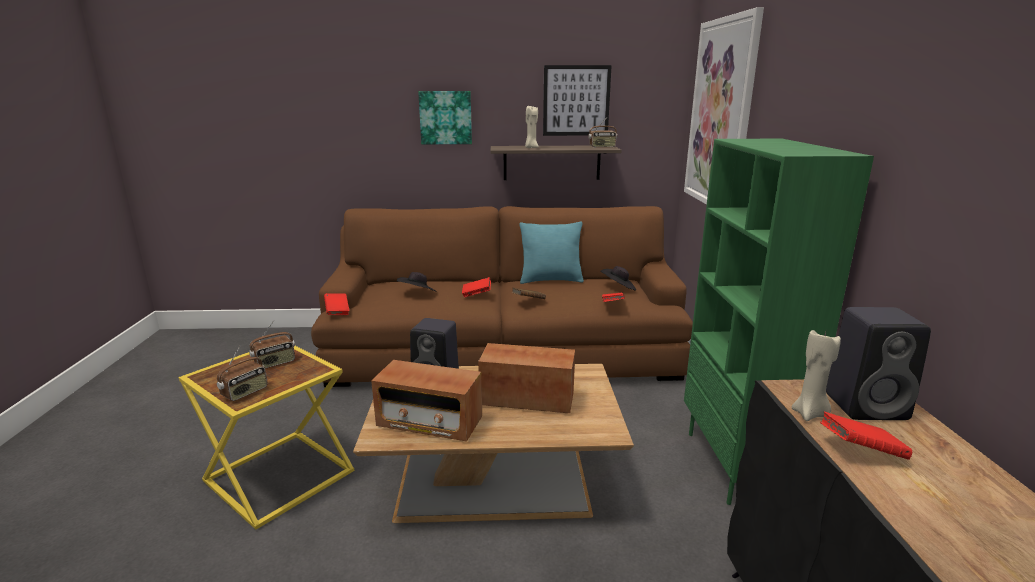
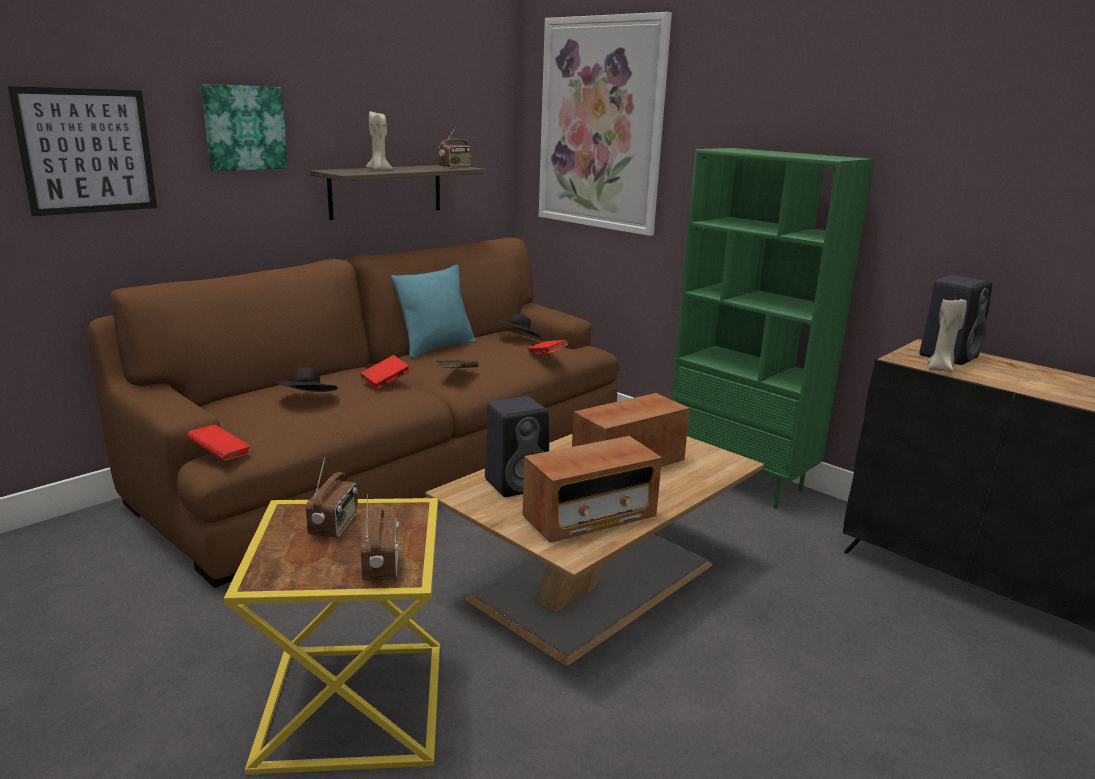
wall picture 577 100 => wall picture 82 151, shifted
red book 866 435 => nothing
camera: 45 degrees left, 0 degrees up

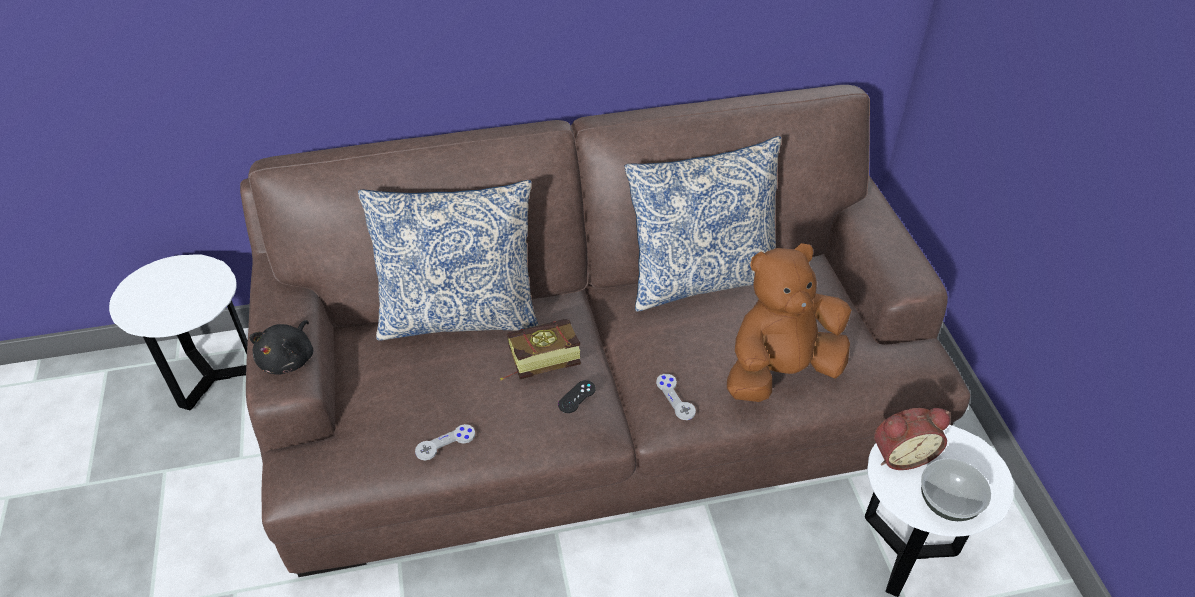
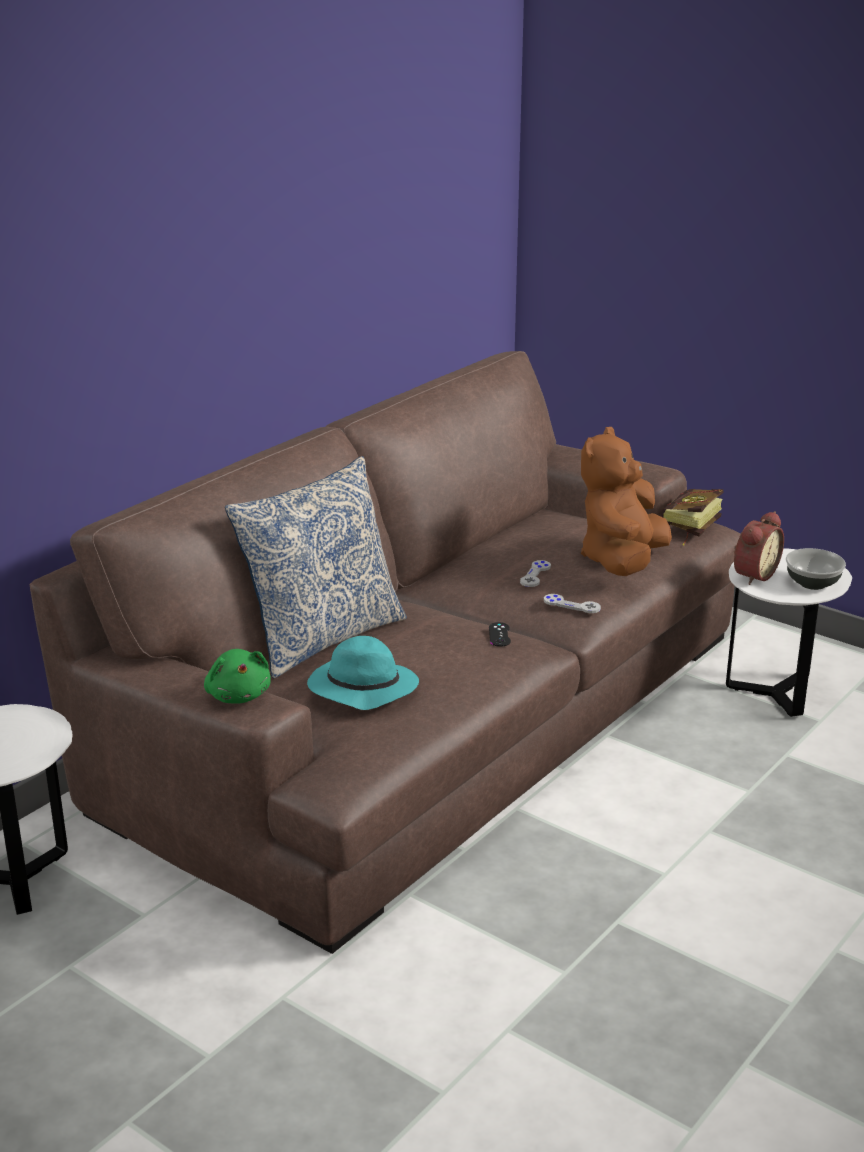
black plush toy 281 347 => green plush toy 237 676
nothing => blue-green clothing hat 363 673
greyish gamepad 445 442 => greyish gamepad 535 573, shifted
book 540 349 => book 692 517, shifted
throw pillow 703 224 => nothing
camera: 40 degrees left, 20 degrees down

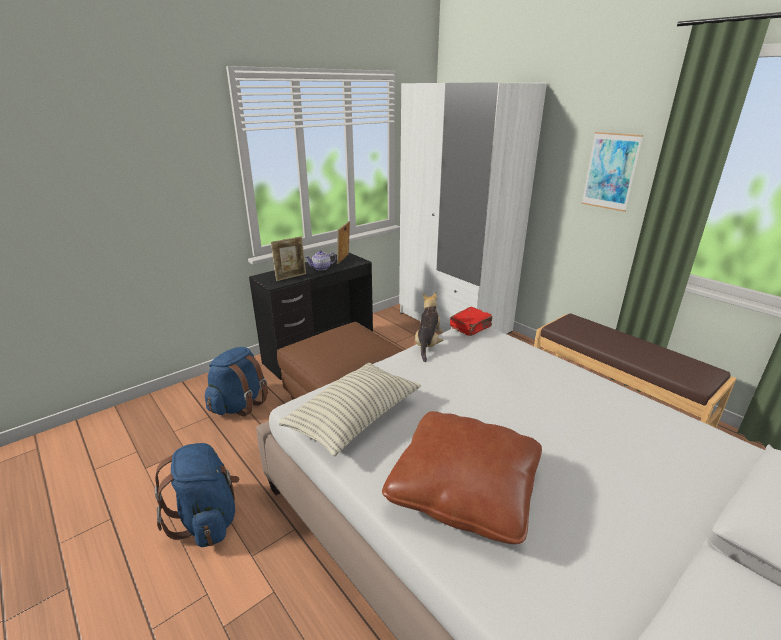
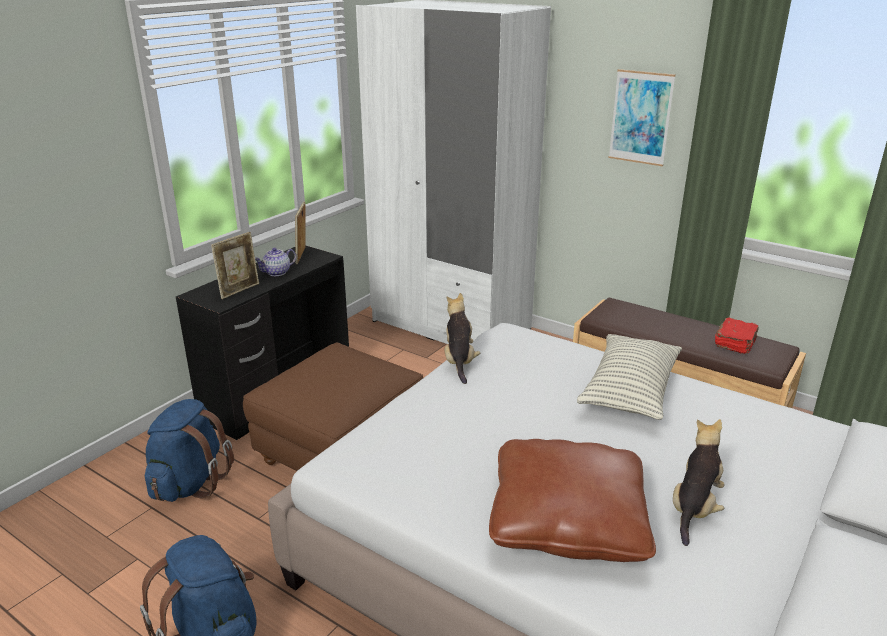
throw pillow 350 409 => throw pillow 629 377, shifted
nothing => plush toy 699 482
red book 471 321 => red book 737 336, shifted
camera: 15 degrees left, 0 degrees up

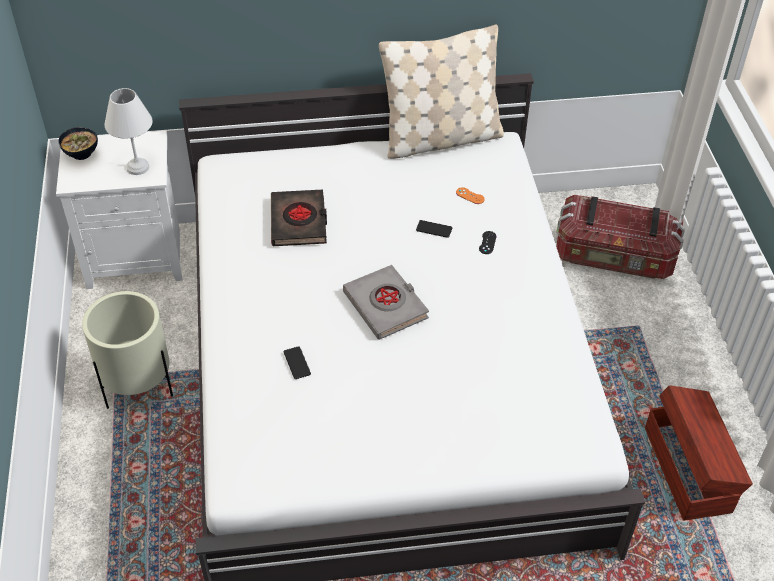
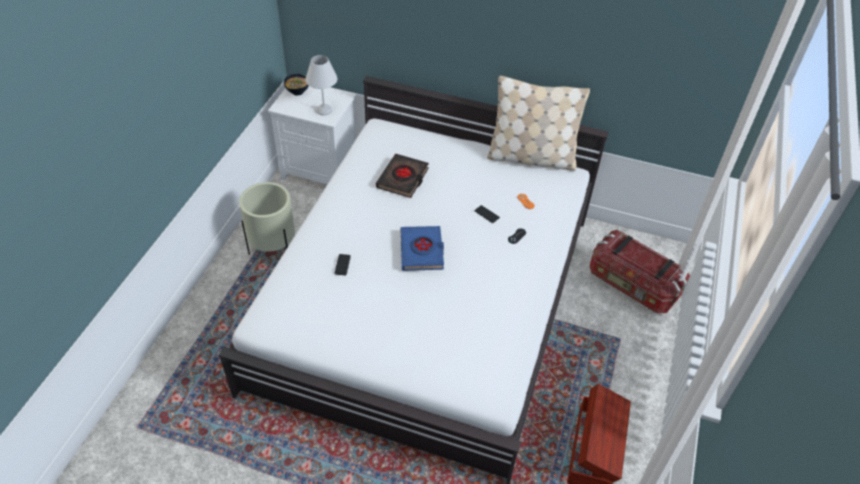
greyish book 386 302 => bluish book 422 248
camera: 25 degrees right, 0 degrees up

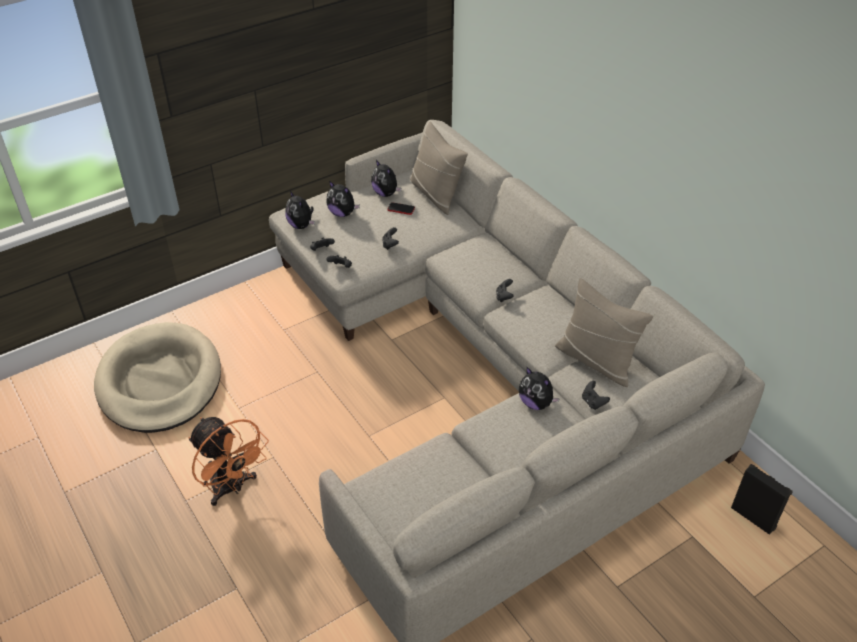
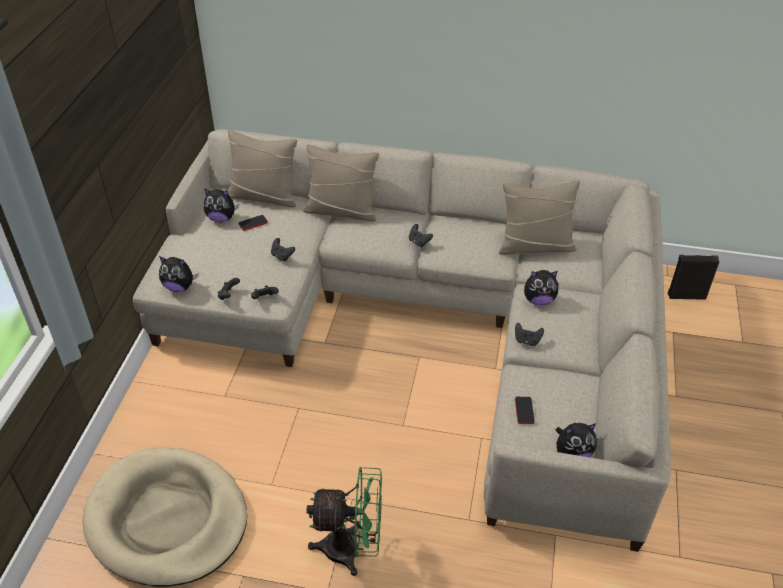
nothing => beige throw pillow 341 183
orangey electric fan 229 461 => green electric fan 344 521
black gamepad 596 395 => black gamepad 529 334, shifted
nothing => handset 525 410
plush toy 343 199 => plush toy 576 440, shifted
camera: 45 degrees left, 0 degrees up

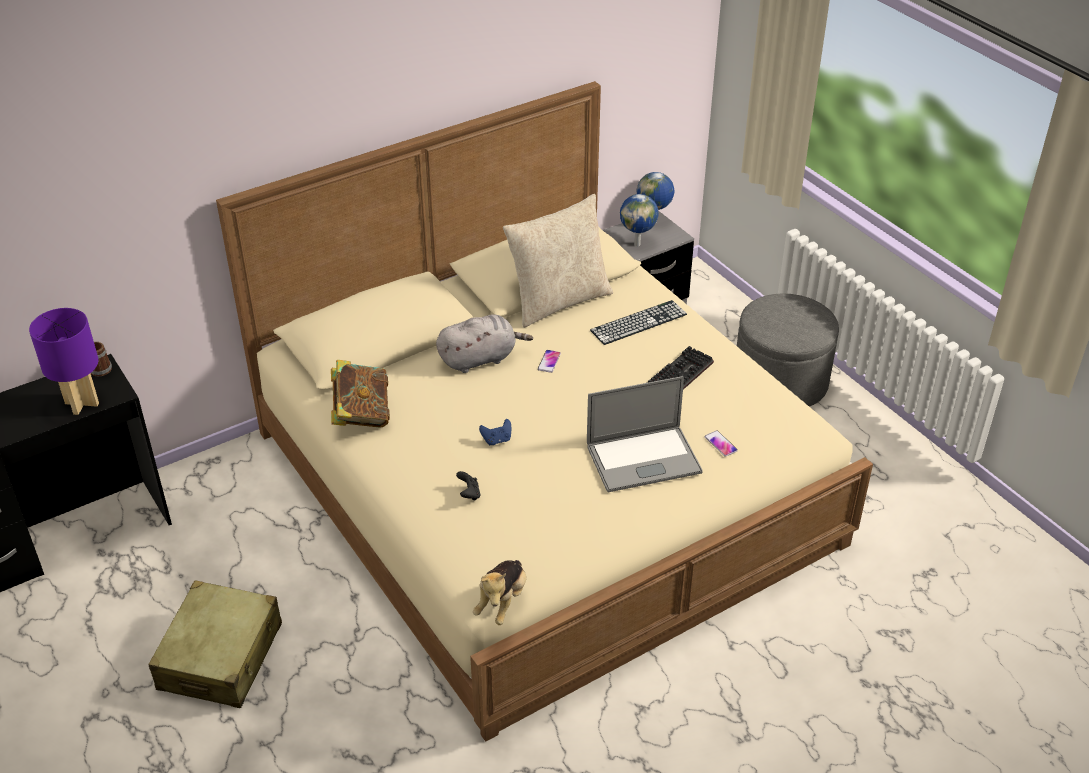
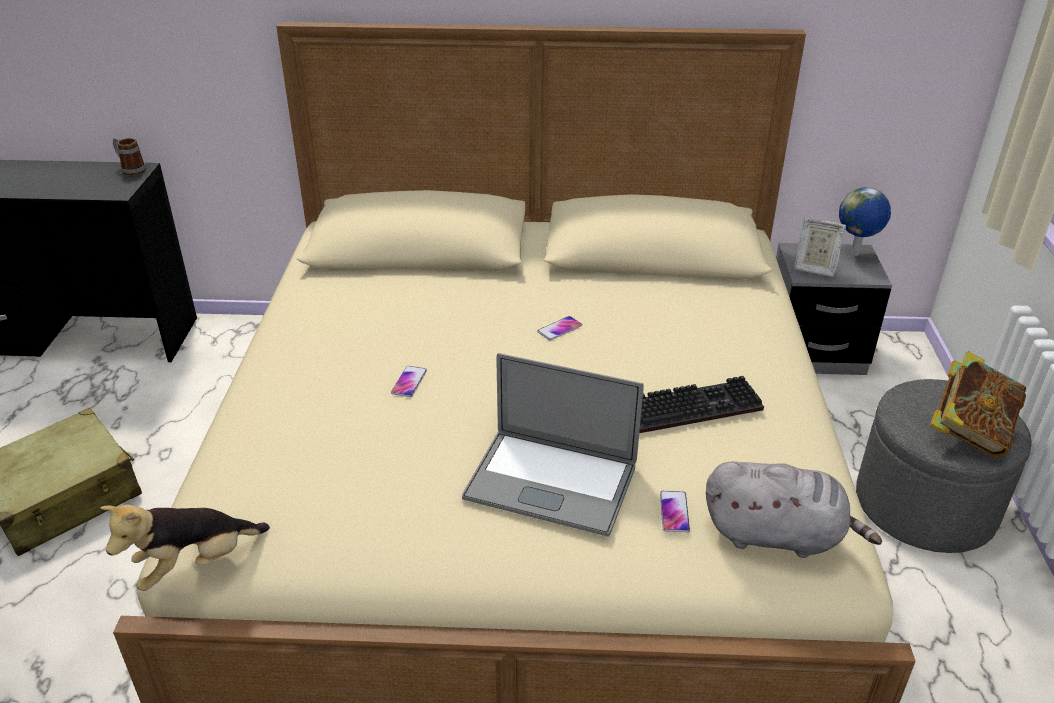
bluish gamepad 495 432 => handset 409 381
greyish plush toy 484 343 => greyish plush toy 794 509, shifted
world globe 639 220 => photo frame 820 247
book 360 394 => book 978 404, shifted
purplish table lamp 64 361 => nothing
black gamepad 468 486 => nothing
beige throw pillow 558 261 => nothing
PC keyboard 638 322 => nothing
camera: 35 degrees right, 5 degrees down

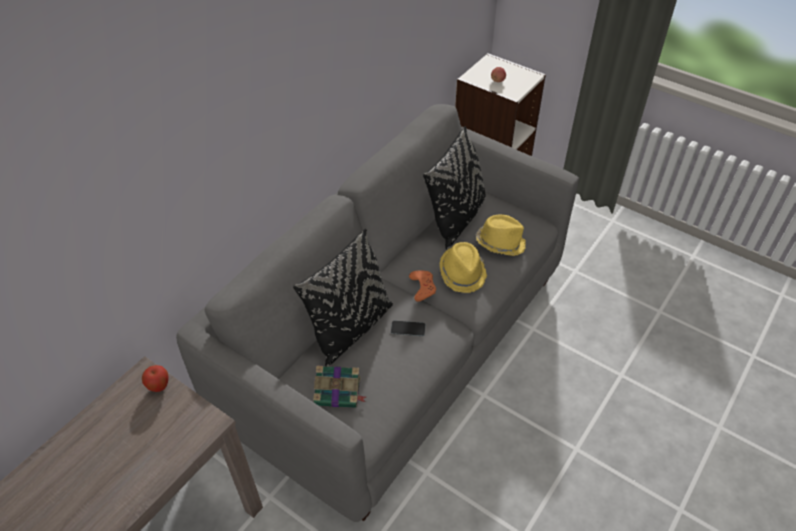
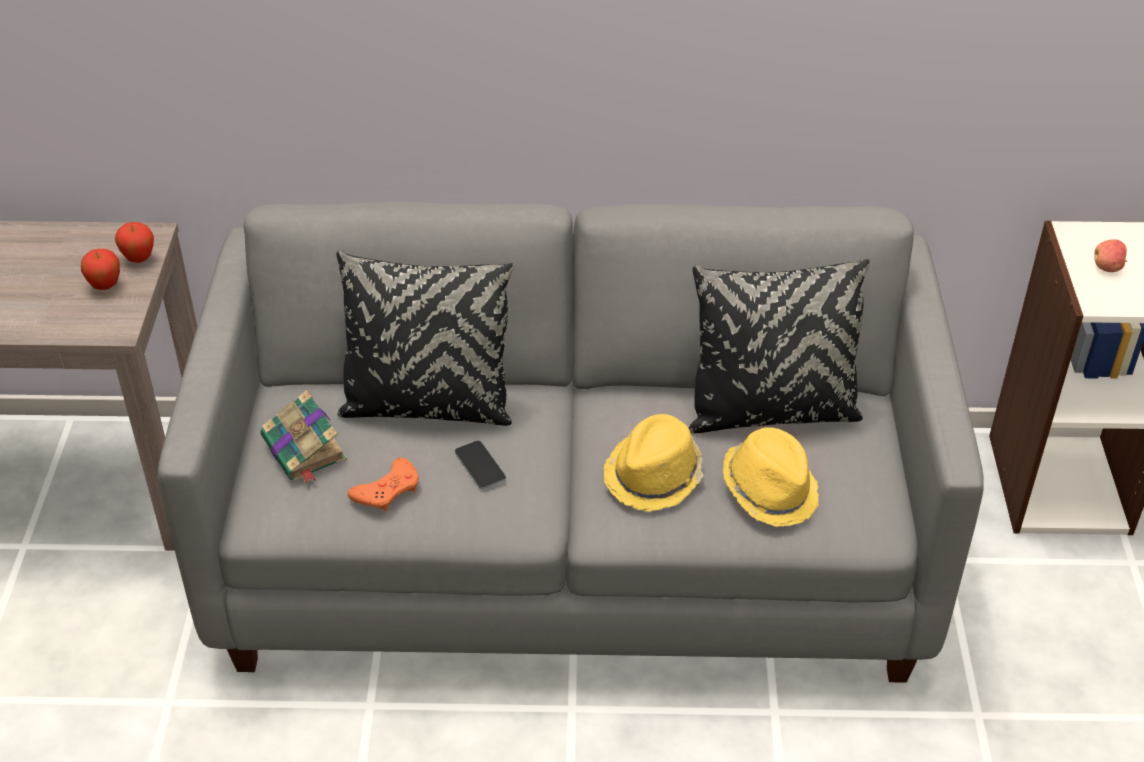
nothing => apple 100 269
orangey gamepad 422 286 => orangey gamepad 383 485, shifted
camera: 55 degrees right, 5 degrees down

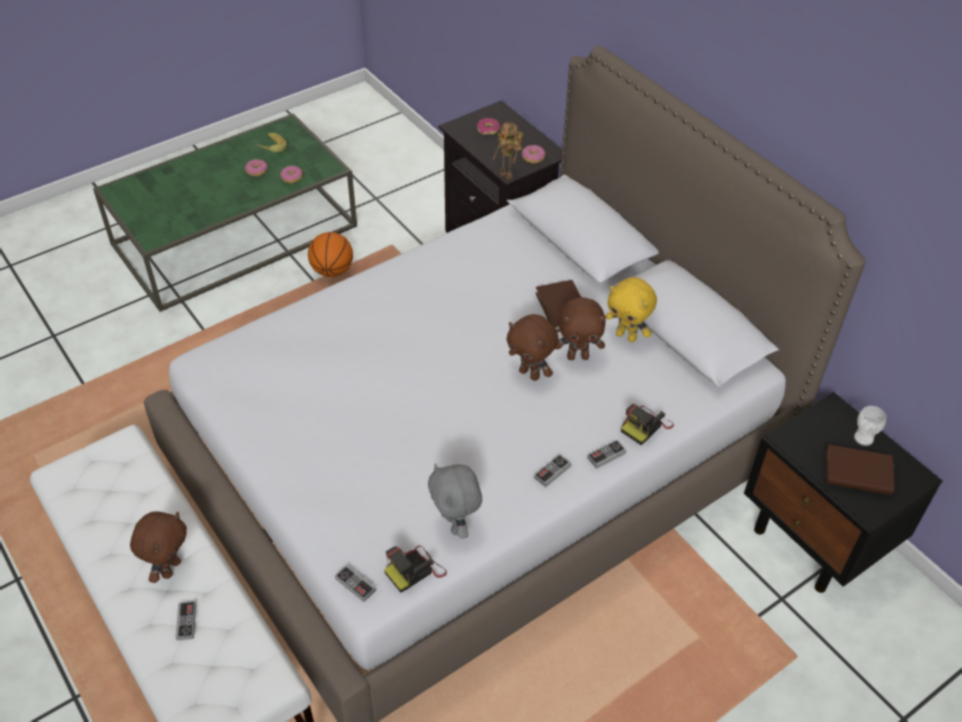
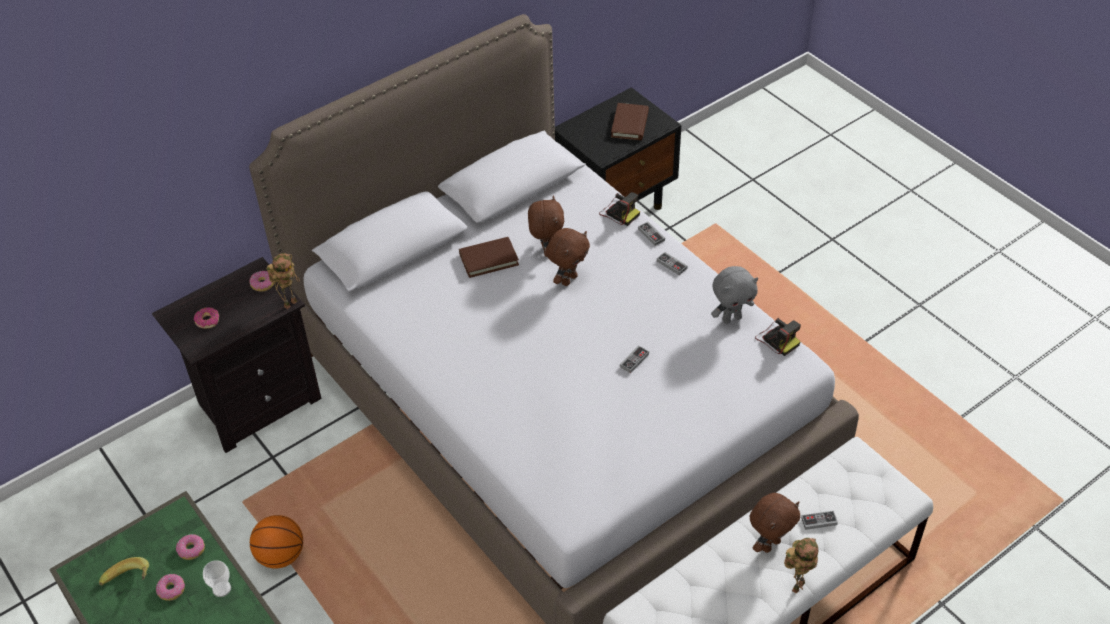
cup 870 426 => cup 217 578, shifted
gamepad 355 583 => gamepad 634 359, shifted
brown plush toy 158 547 => brown plush toy 775 523, 120 degrees clockwise
nothing => toy robot 801 566
yellow plush toy 631 310 => nothing
camera: 90 degrees left, 0 degrees up

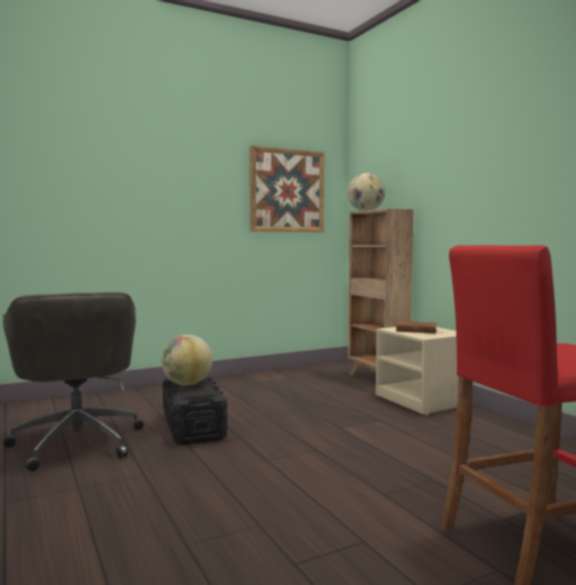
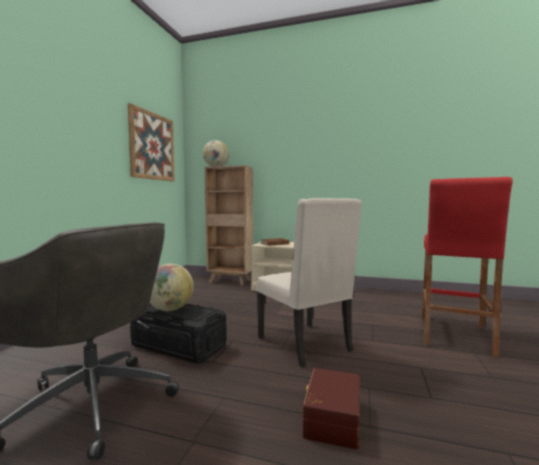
nothing => beige plain chair 309 282
nothing => brown storage bin 331 409
camera: 45 degrees left, 0 degrees up

